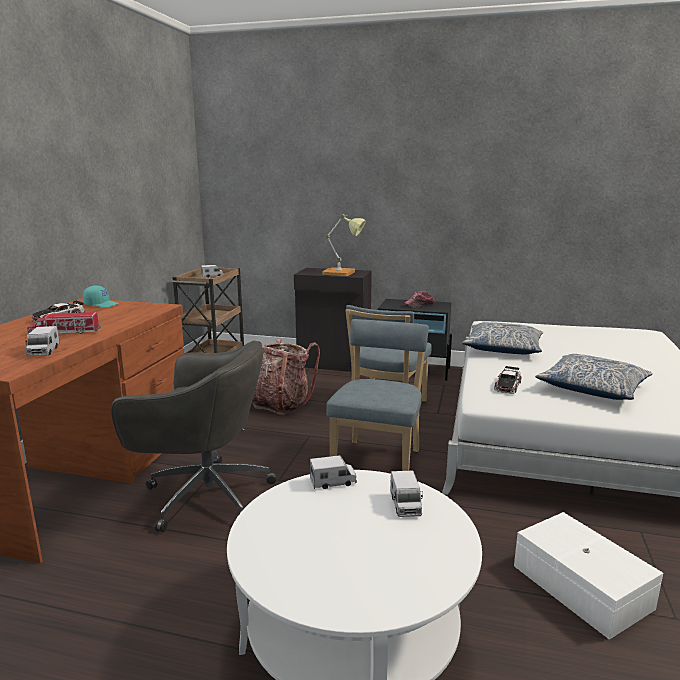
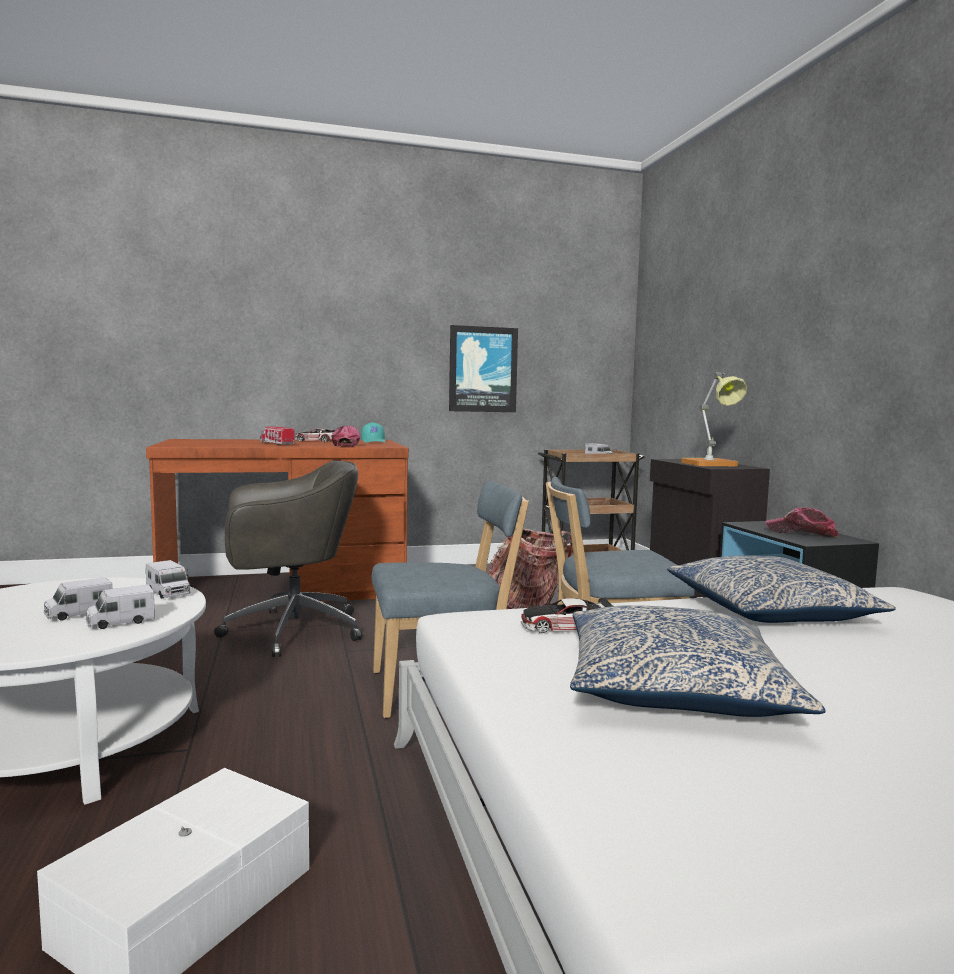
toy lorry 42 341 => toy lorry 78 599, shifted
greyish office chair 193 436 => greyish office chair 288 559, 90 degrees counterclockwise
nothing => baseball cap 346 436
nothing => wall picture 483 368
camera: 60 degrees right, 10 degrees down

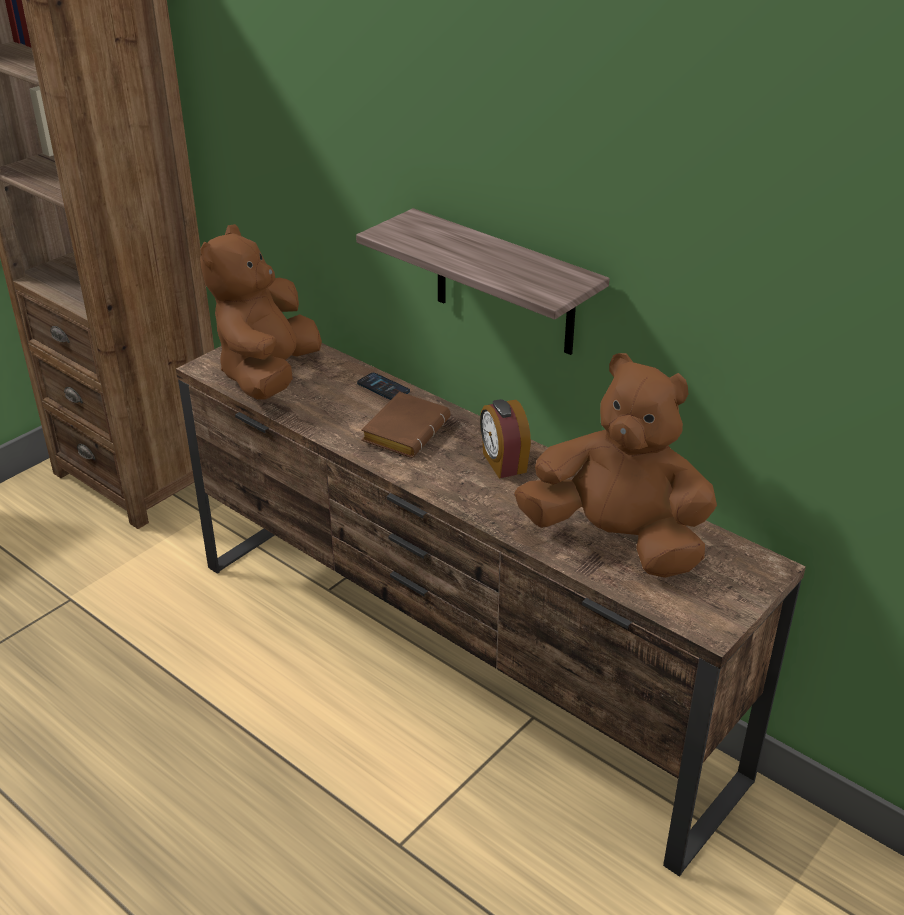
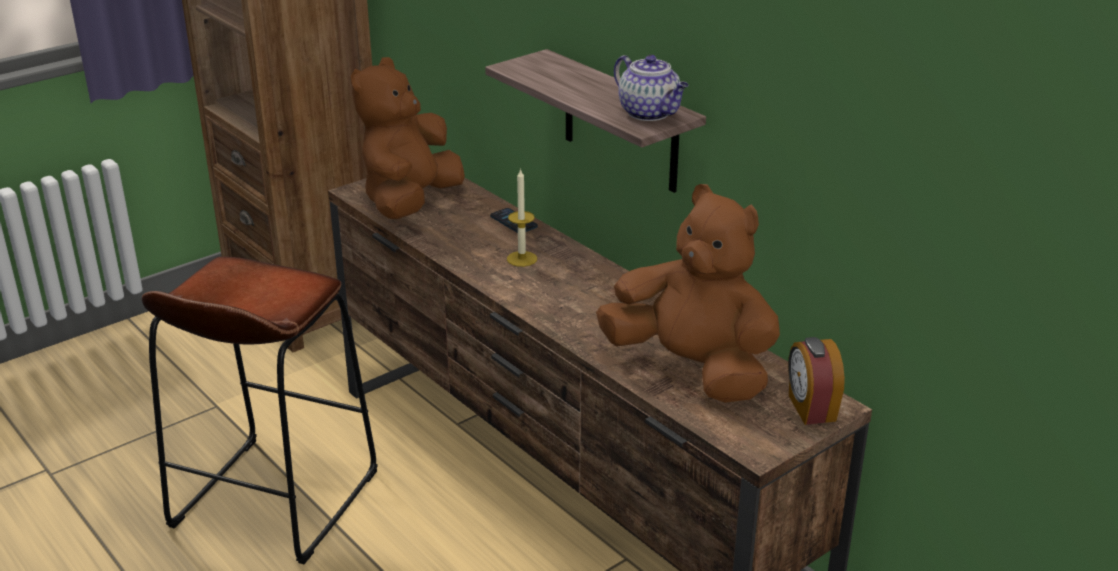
nothing => brown stool 260 410
brown book 405 425 => wax light 522 217
nothing => pot for tea 651 88
bedside clock 505 438 => bedside clock 816 381, shifted
camera: 10 degrees right, 5 degrees down

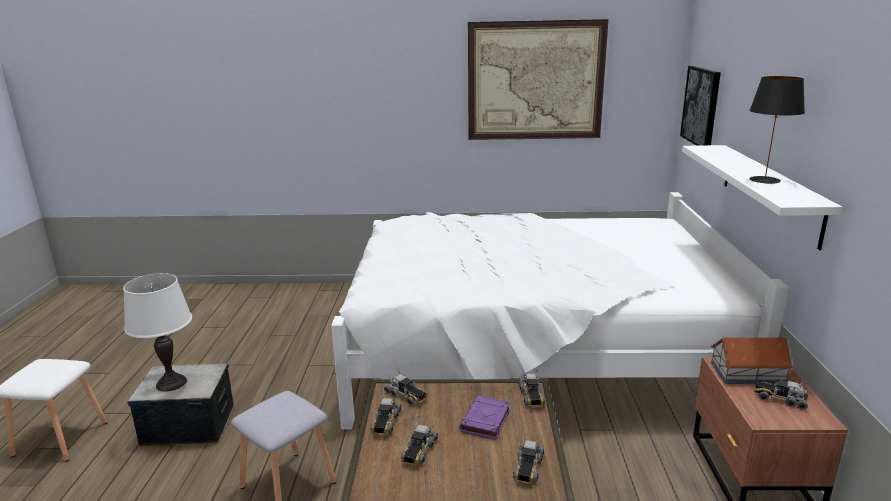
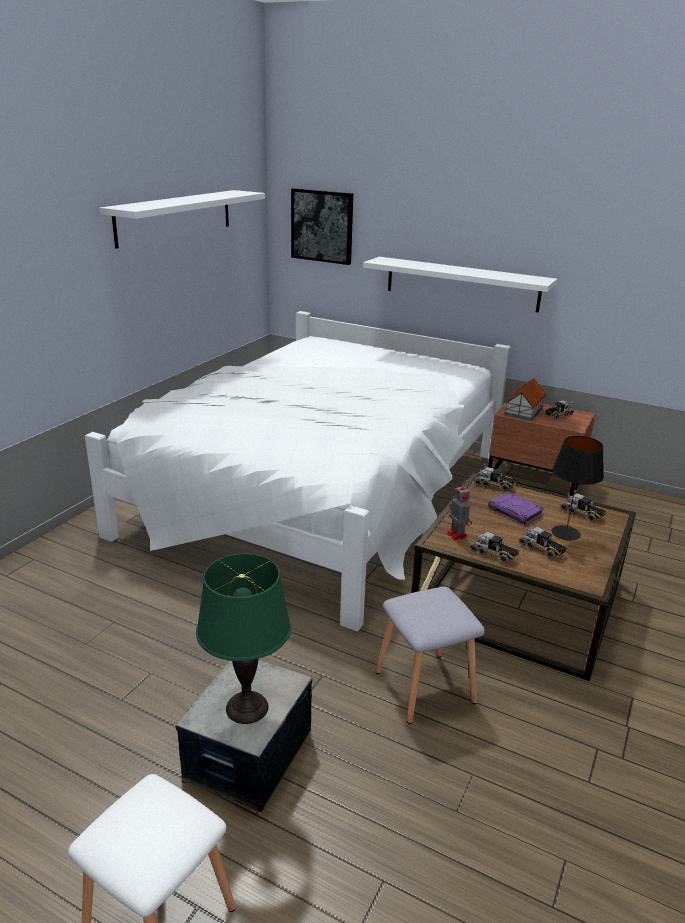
wall picture 538 79 => white wall shelf 182 219
white table lamp 157 332 => green table lamp 243 639
toy lorry 405 387 => toy robot 459 511
black table lamp 777 130 => black table lamp 578 488, shifted
camera: 65 degrees left, 5 degrees up

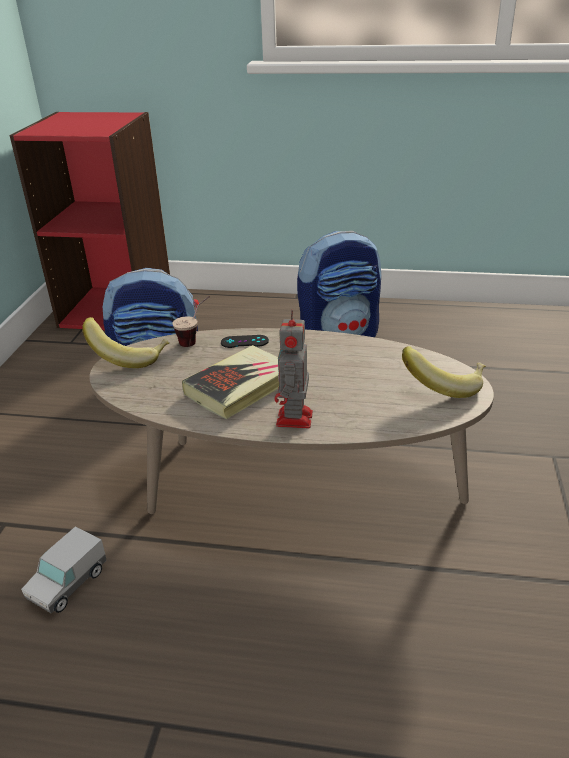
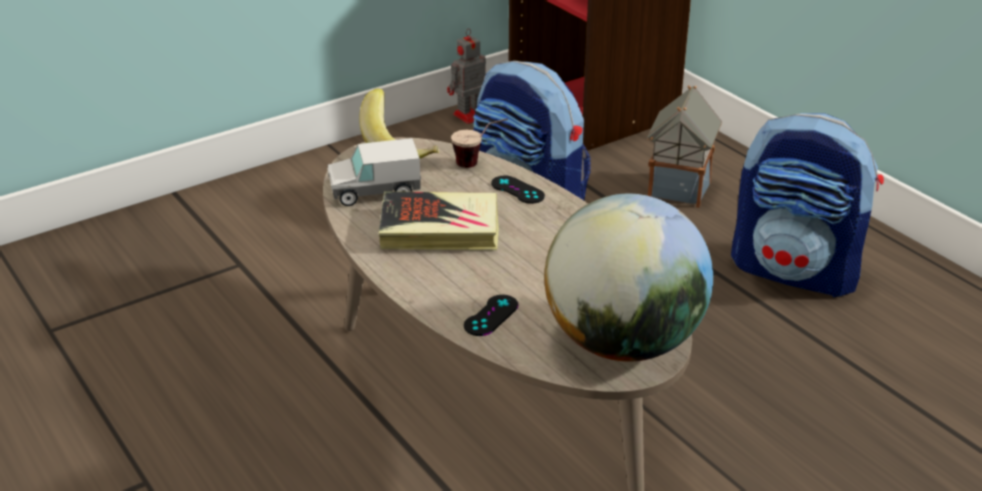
toy lorry 63 569 => toy lorry 374 172, shifted
toy robot 294 369 => toy robot 466 76, shifted
nothing => black gamepad 491 315
banana 444 372 => world globe 628 278
nothing => model house 684 146
camera: 45 degrees right, 0 degrees up

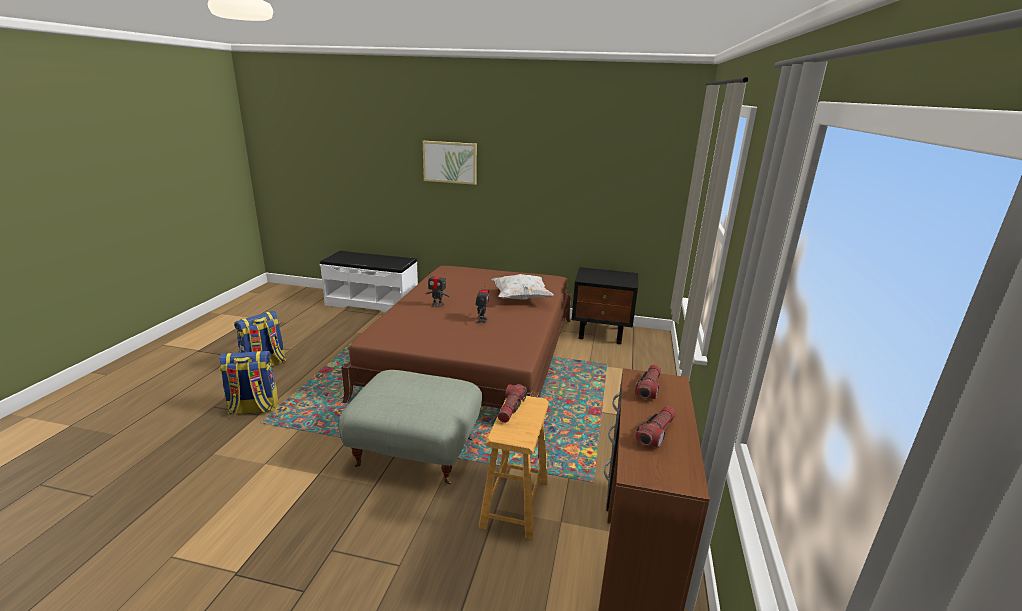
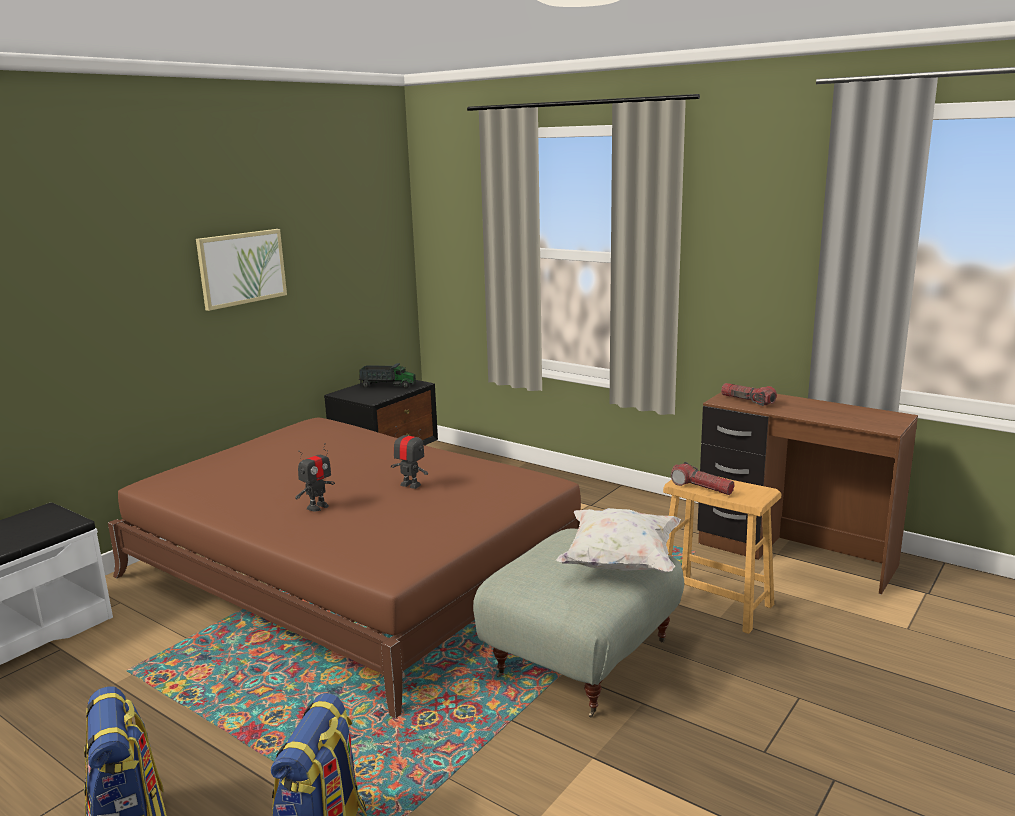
wall picture 450 163 => wall picture 241 270, shifted
nothing => toy lorry 387 375
white throw pillow 522 286 => white throw pillow 618 540, shifted
hand torch 655 427 => nothing
camera: 65 degrees left, 5 degrees down

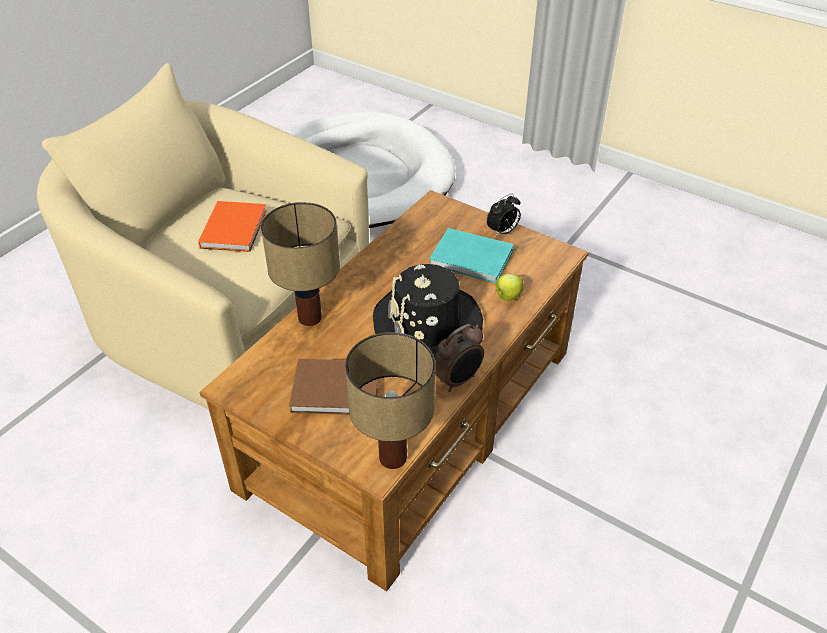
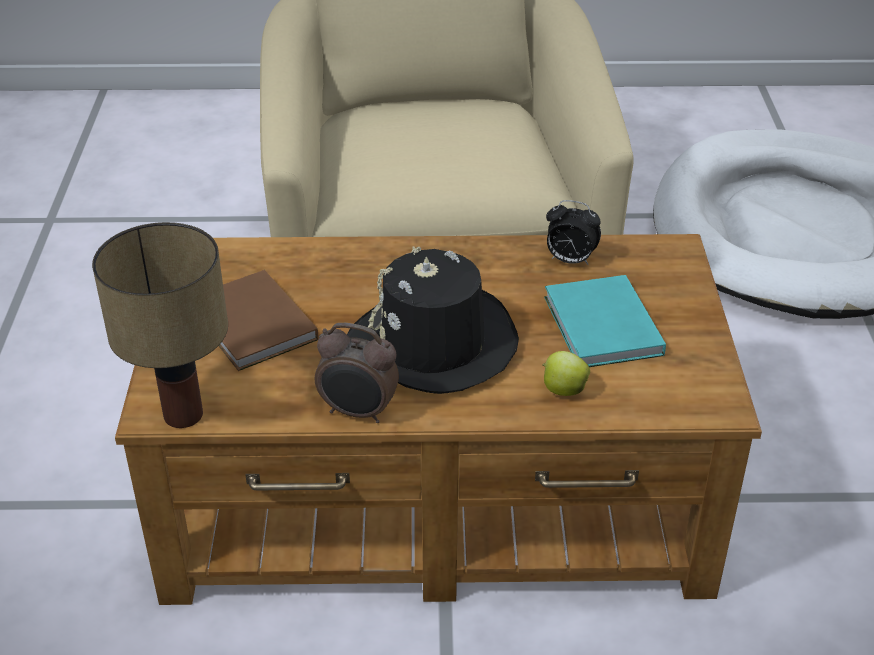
bedside clock 504 215 => bedside clock 573 232, shifted
orangey book 232 226 => nothing
table lamp 300 264 => nothing
camera: 55 degrees right, 5 degrees down

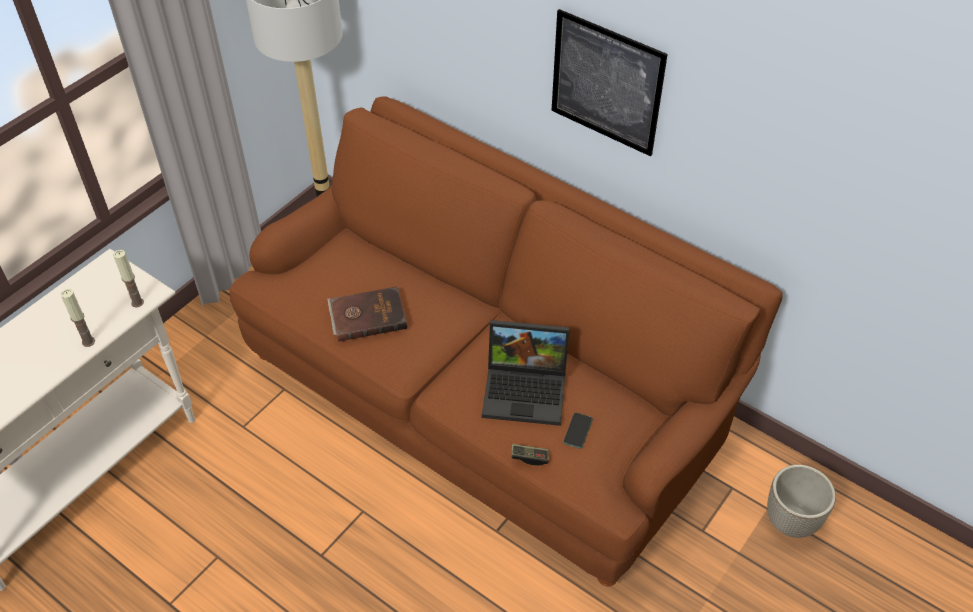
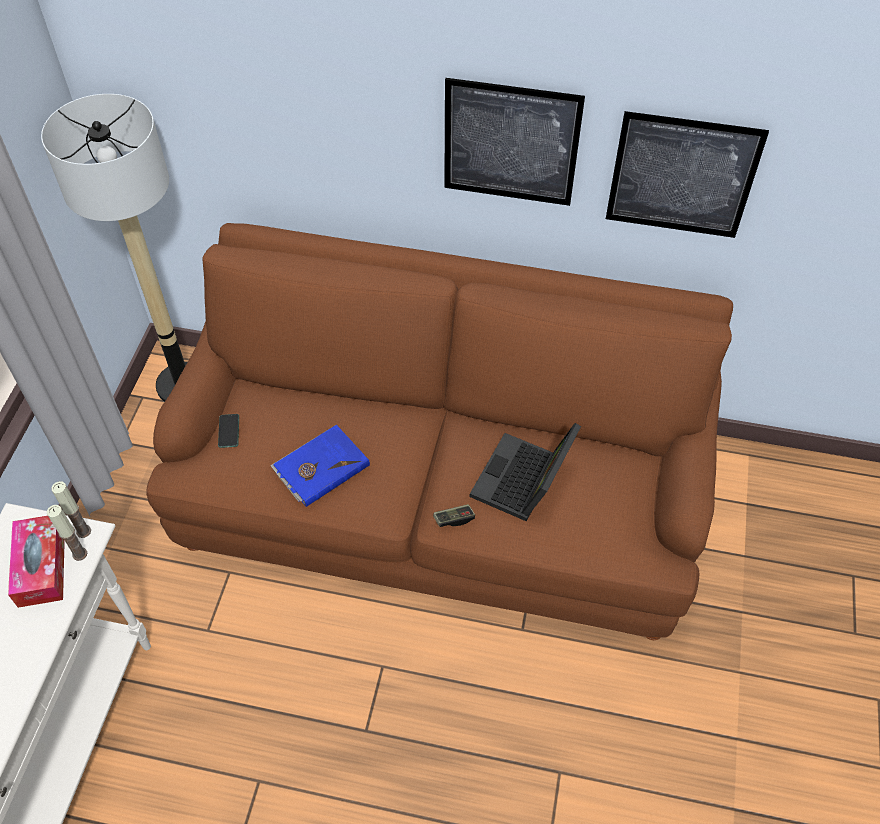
nothing => tissue box 36 562
wax light 78 318 => wax light 71 509, shifted
handset 578 431 => handset 228 431, shifted
brown book 367 314 => bluish book 320 466
gamepad 530 455 => gamepad 454 515, shifted
notebook computer 526 373 => notebook computer 525 472, 135 degrees clockwise
nothing => wall picture 687 174
plant pot 801 501 => nothing
camera: 25 degrees left, 5 degrees up

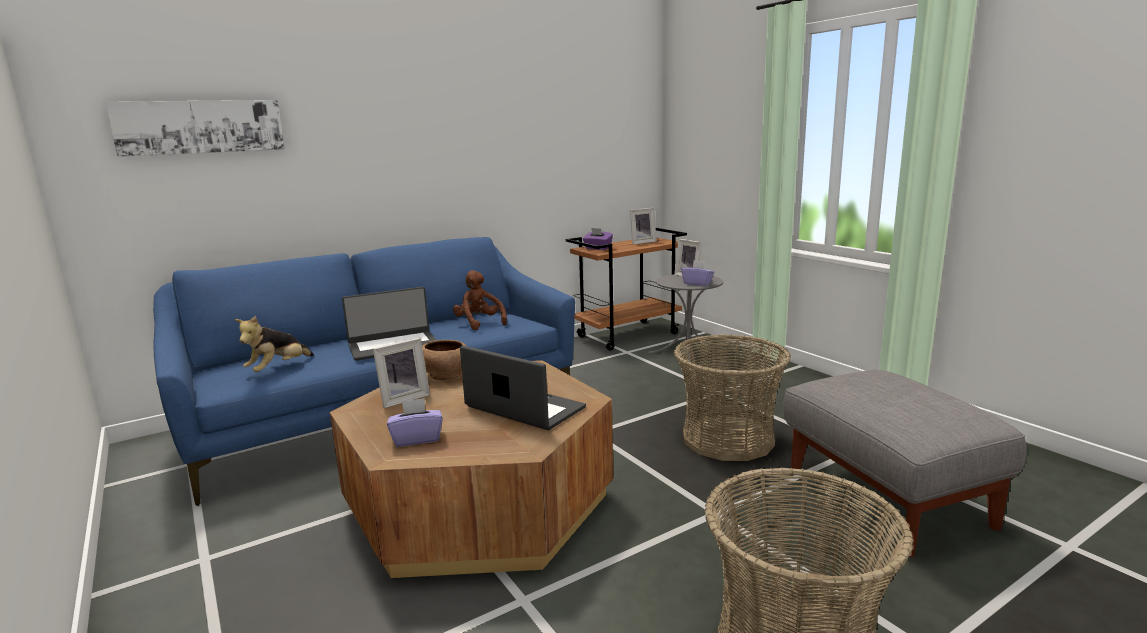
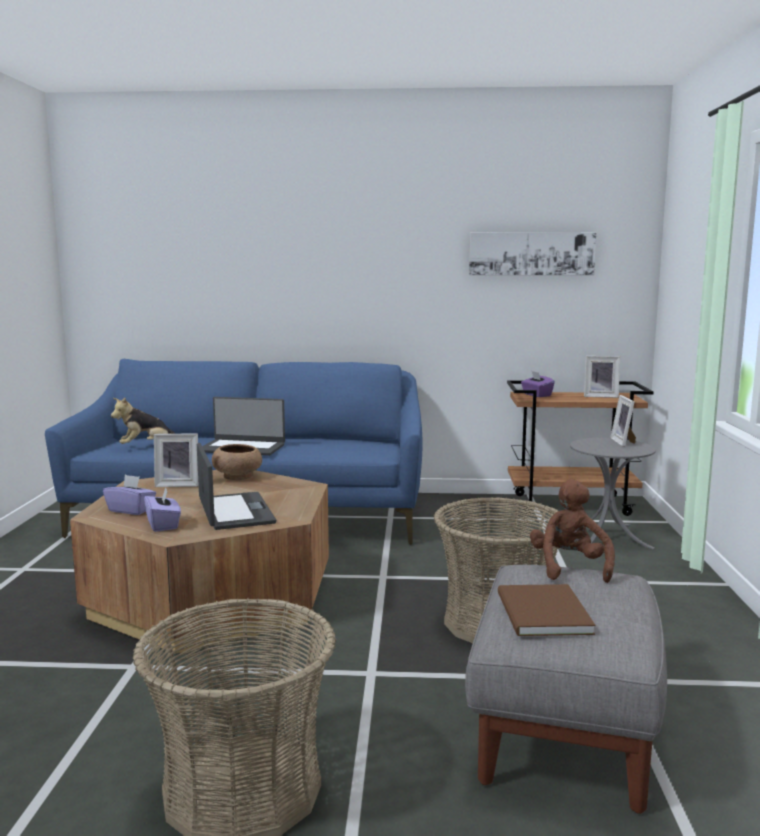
purplish tissue box 697 273 => purplish tissue box 162 509, shifted
wall picture 195 128 => wall picture 532 254, shifted
nothing => brown book 547 610
brown plush toy 480 300 => brown plush toy 572 531, shifted
camera: 35 degrees right, 5 degrees down

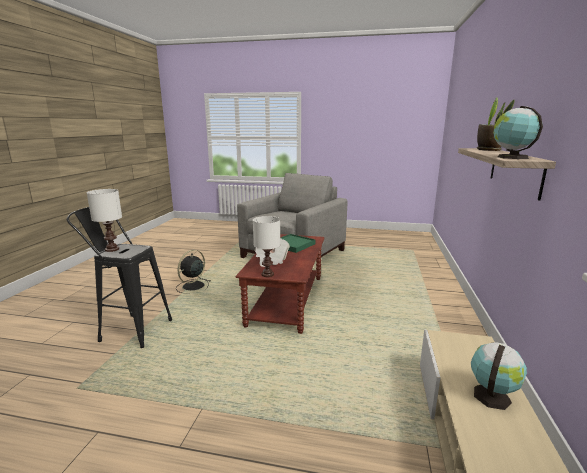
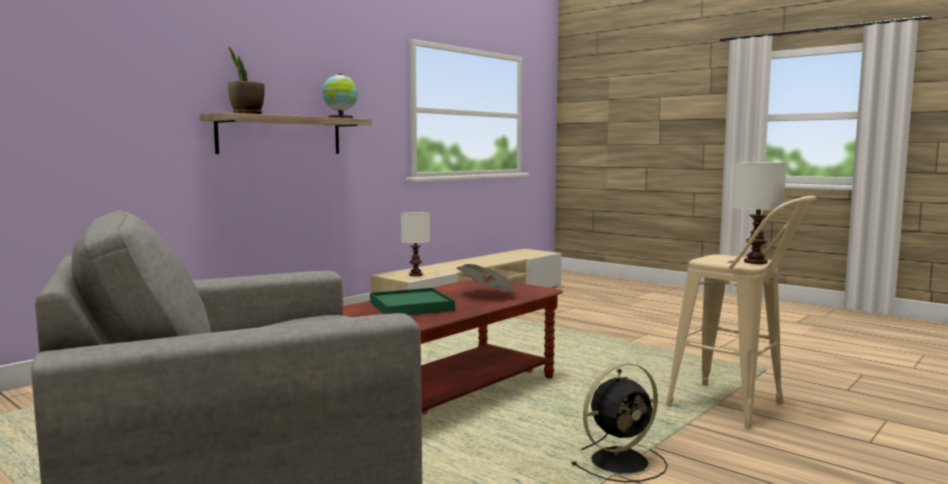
white table lamp 266 246 => white table lamp 415 244, shifted
black stool 119 277 => beige stool 741 312
world globe 499 376 => nothing
camera: 150 degrees left, 10 degrees down

